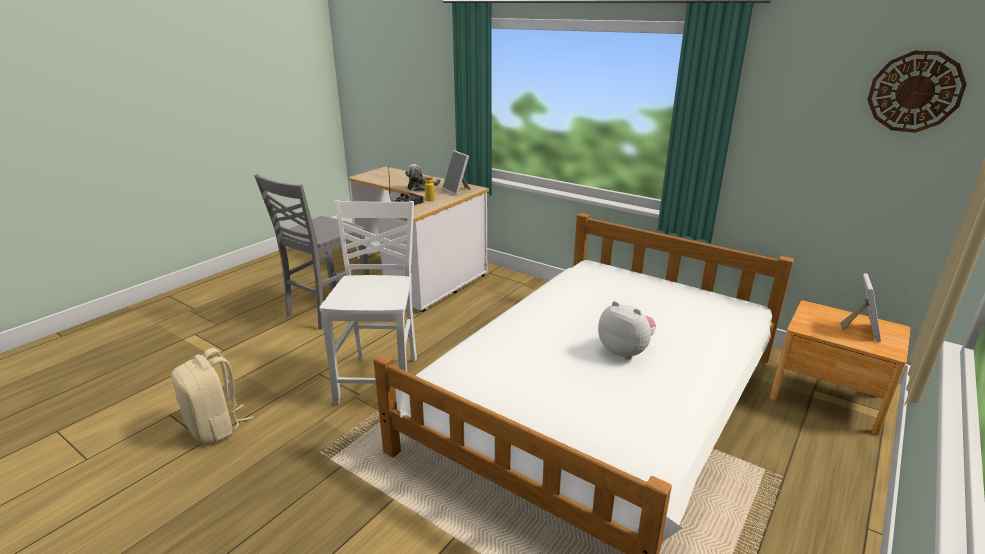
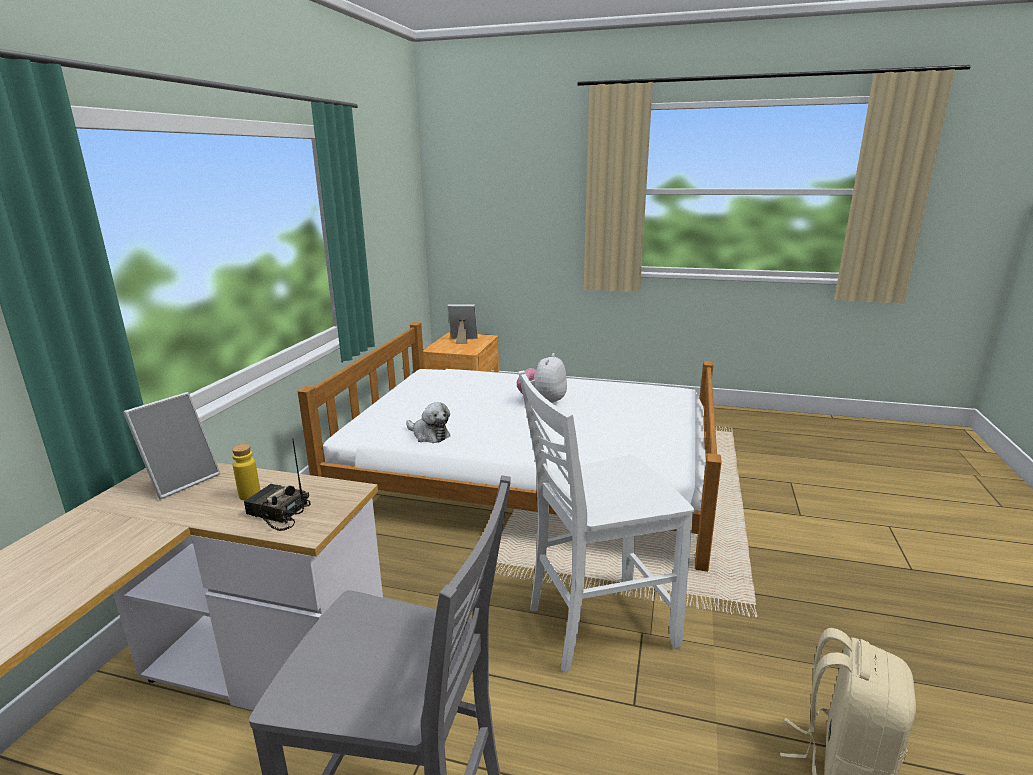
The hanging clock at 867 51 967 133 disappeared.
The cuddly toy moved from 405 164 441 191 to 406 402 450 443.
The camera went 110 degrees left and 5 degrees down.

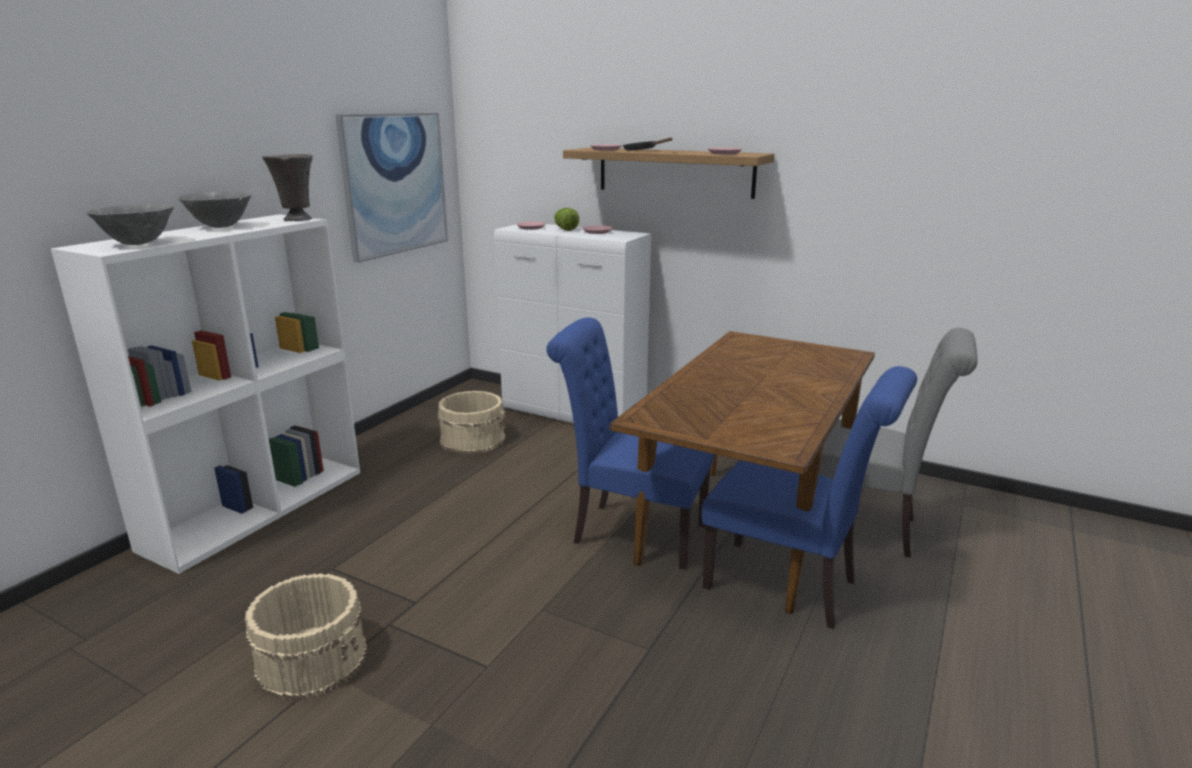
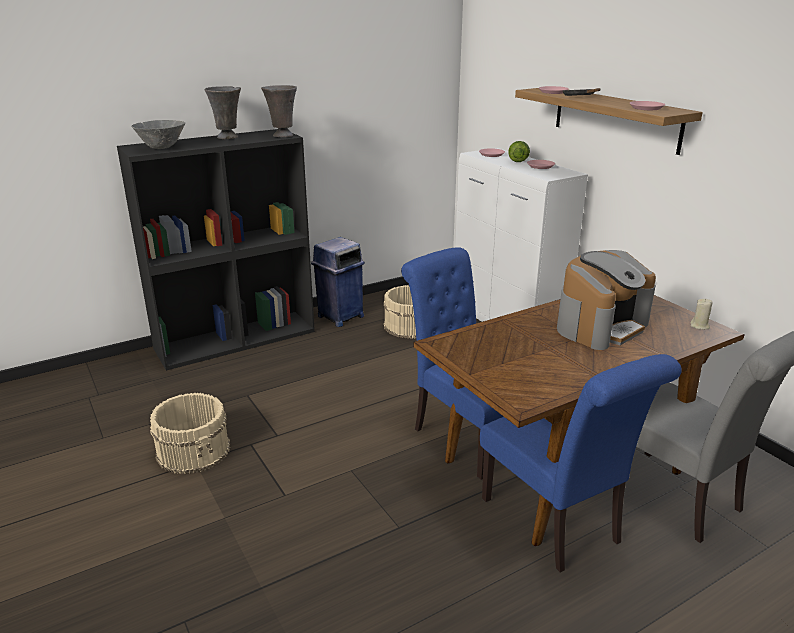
The wall picture at 335 113 448 263 disappeared.
The gray bowl at 178 192 252 228 was replaced by the gray vase at 204 86 241 139.
The white shelving unit at 51 214 360 574 became the black-coloured shelving unit at 117 129 315 371.
The bluish trash can at 311 237 365 327 appeared.
The coffee machine at 557 250 656 350 appeared.
The beige-coloured wax light at 691 299 712 330 appeared.
The camera went 30 degrees right and 5 degrees up.

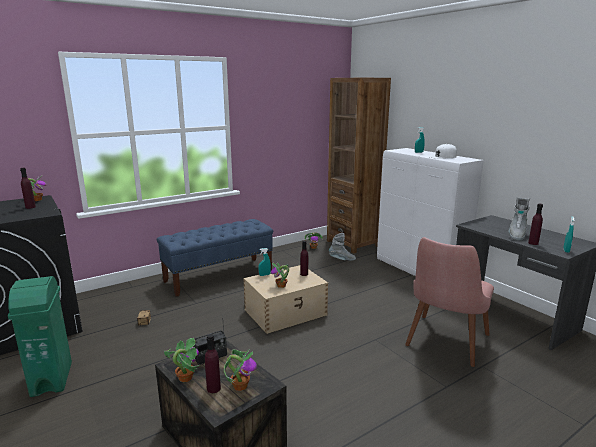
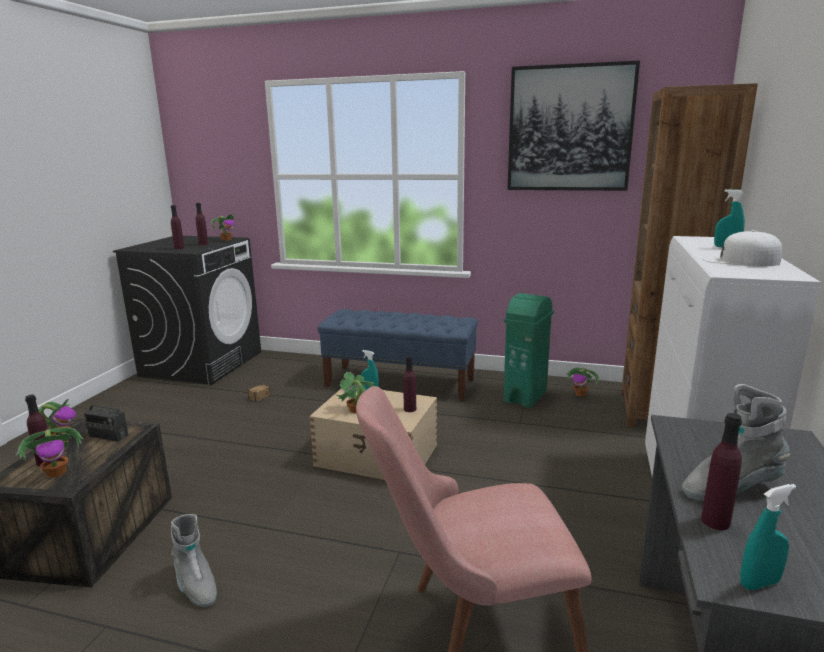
The gray tall boot moved from 329 233 356 261 to 171 514 217 607.
The greenish trash can moved from 8 276 72 397 to 503 293 554 408.
The wall picture at 507 61 640 191 appeared.
The purplish beverage bottle at 171 205 184 249 appeared.
The camera went 50 degrees right and 0 degrees up.

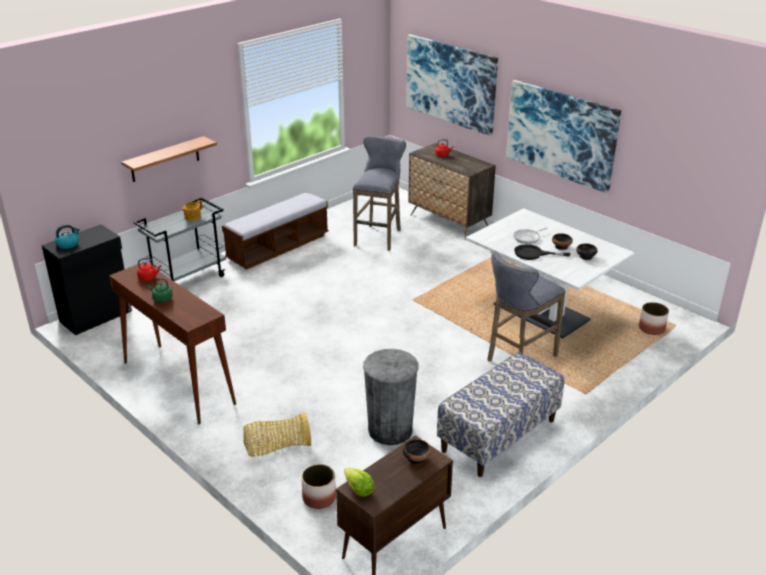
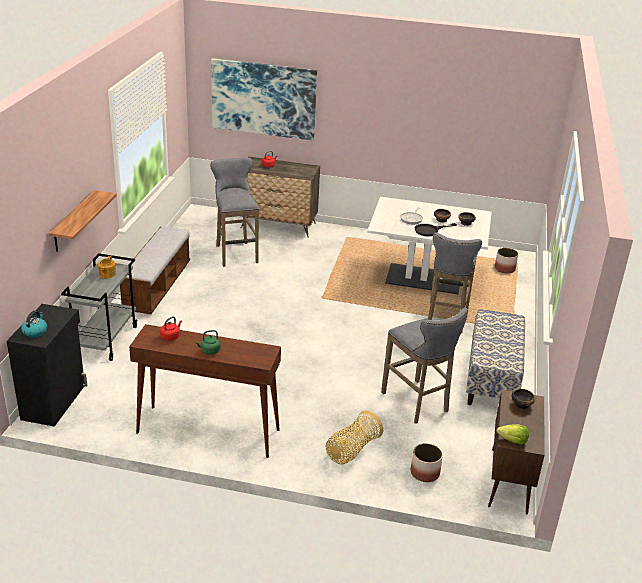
The wall picture at 506 80 621 193 disappeared.
The gray trash can at 363 349 419 445 was replaced by the gray stool seat at 381 308 468 424.
The camera went 35 degrees left and 0 degrees up.

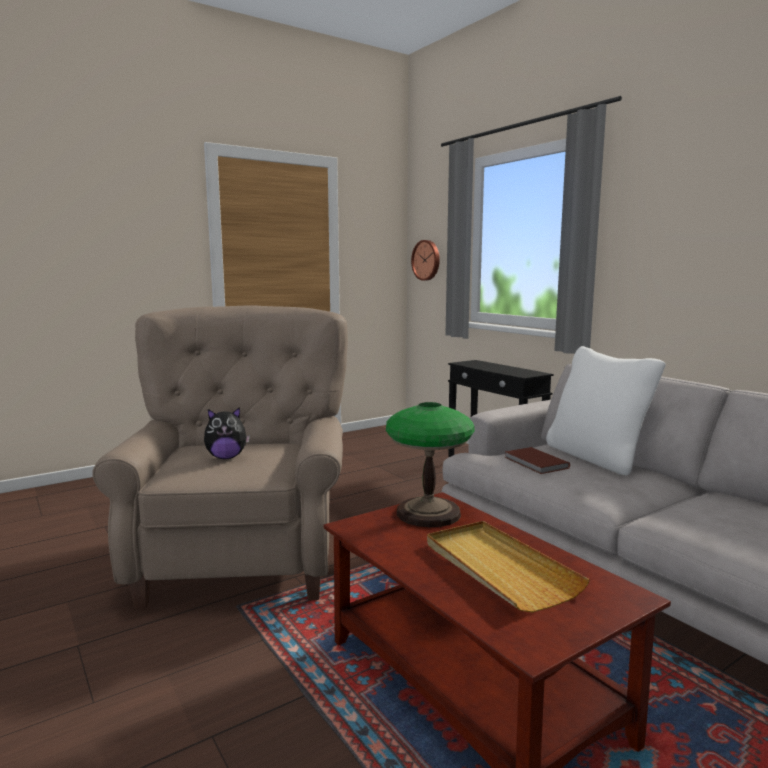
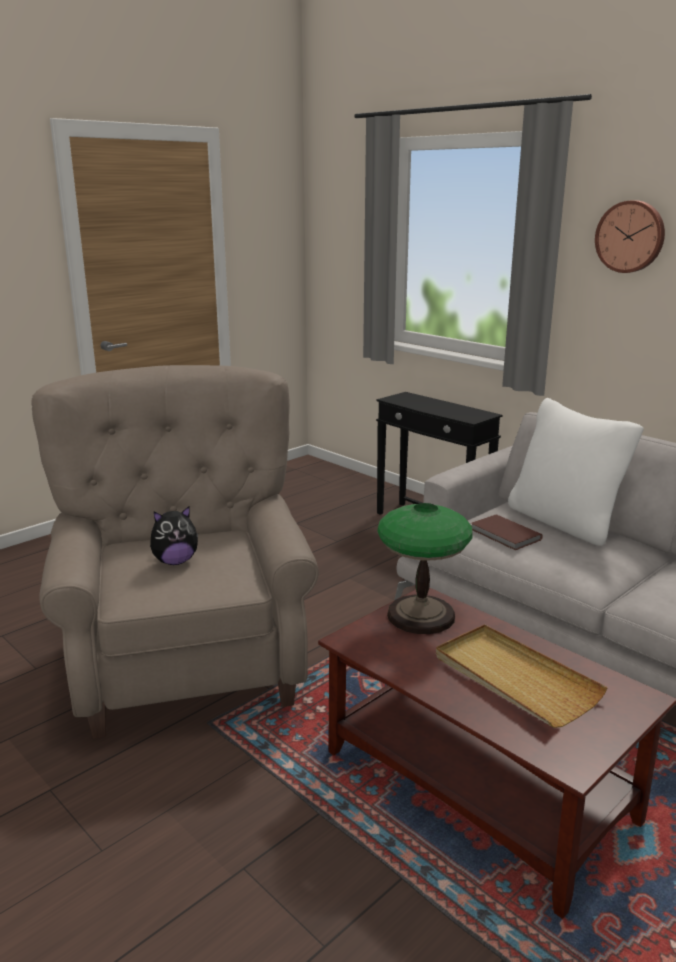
The hanging clock moved from 411 240 440 281 to 595 200 665 273.
The camera went 10 degrees left and 10 degrees up.

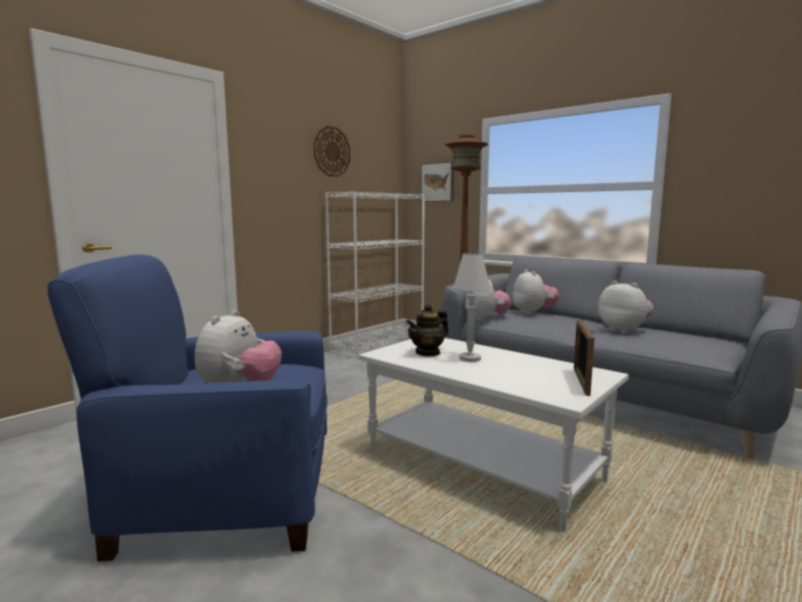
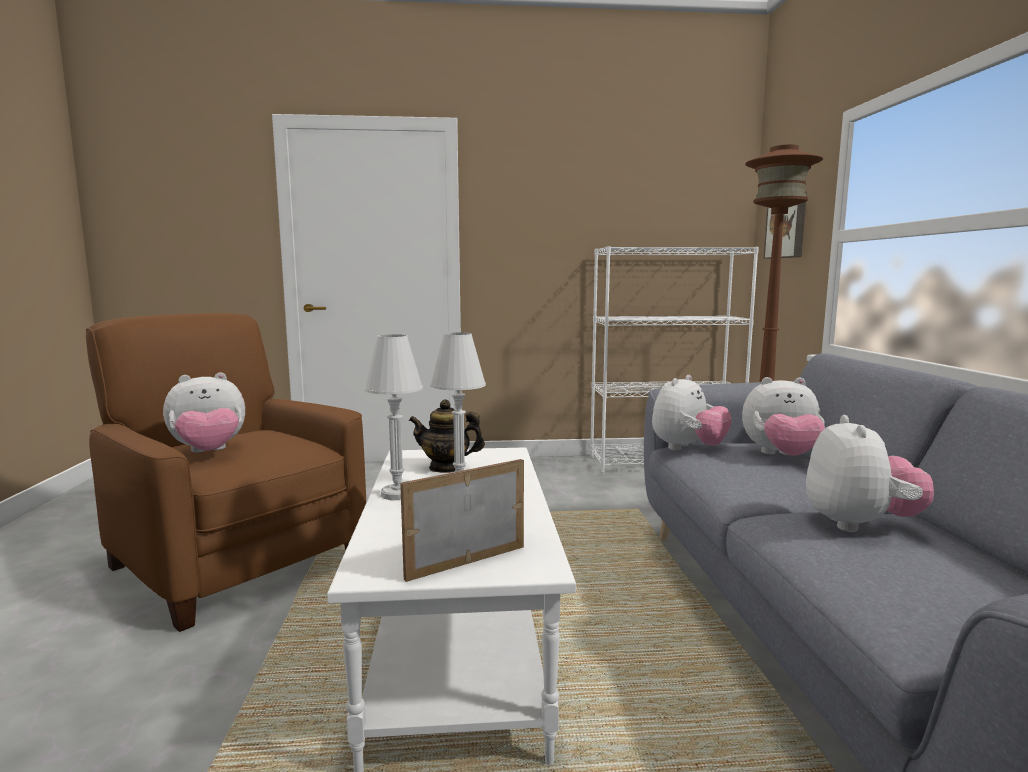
The hanging clock at 314 126 350 177 disappeared.
The bluish easy chair at 47 254 327 562 became the brownish easy chair at 86 313 366 632.
The cuddly toy at 513 269 559 315 turned 60 degrees clockwise.
The white table lamp at 364 334 423 500 appeared.
The camera went 45 degrees right and 0 degrees up.

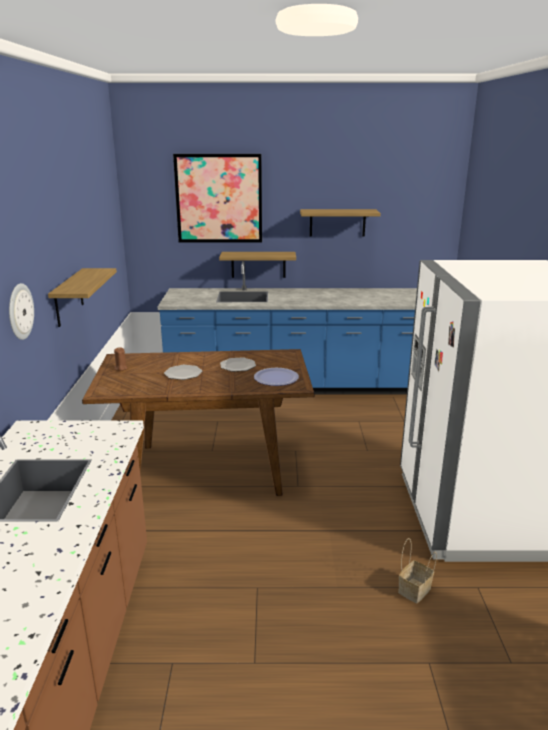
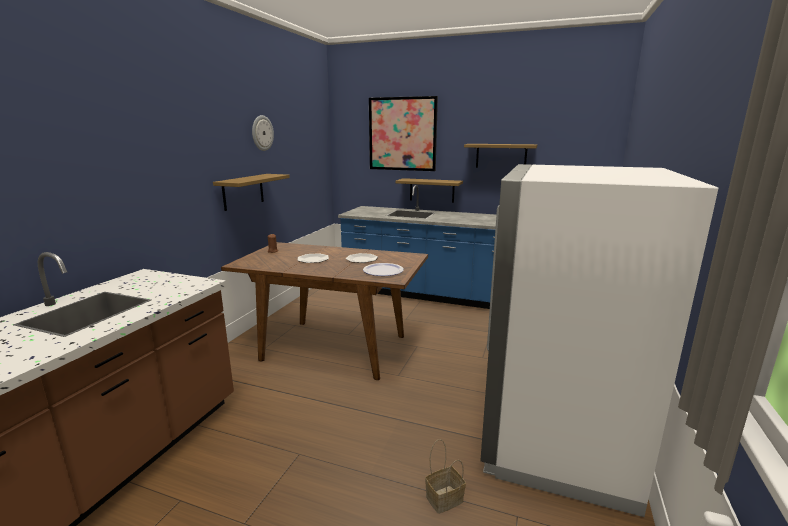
The hanging clock moved from 9 283 34 340 to 252 115 274 151.
The camera went 20 degrees right and 5 degrees down.

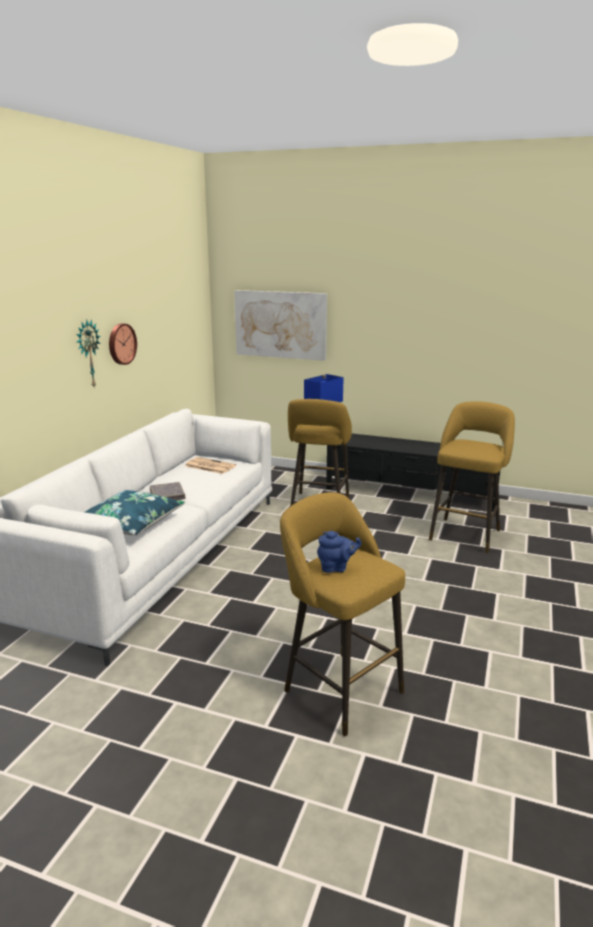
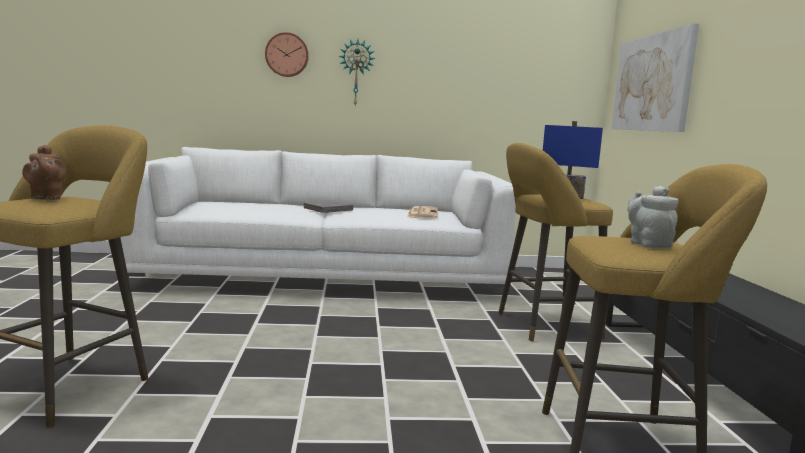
The hanging clock moved from 109 323 137 365 to 265 32 309 77.
The bluish pillow at 85 490 185 536 disappeared.
The bluish tea pot at 317 531 362 573 became the brownish tea pot at 22 145 66 200.
The gray tea pot at 627 186 678 248 appeared.
The camera went 65 degrees right and 10 degrees down.

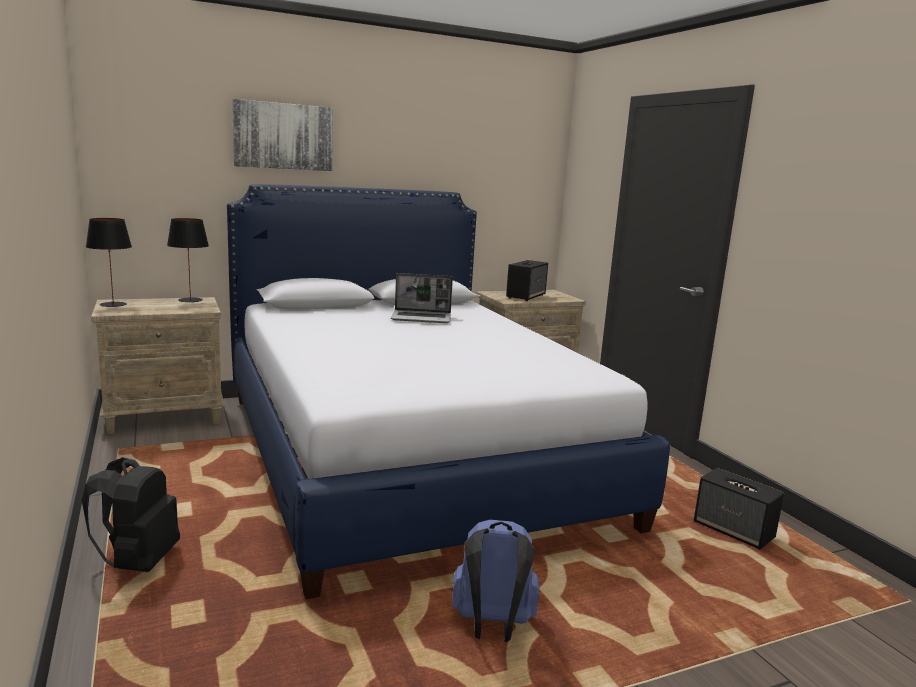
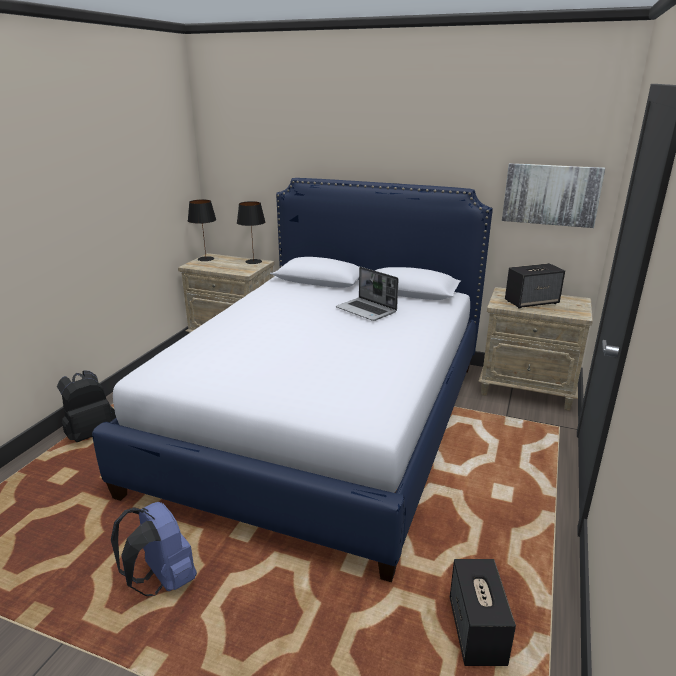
The wall picture moved from 232 99 333 171 to 502 163 605 228.
The camera went 45 degrees right and 10 degrees up.

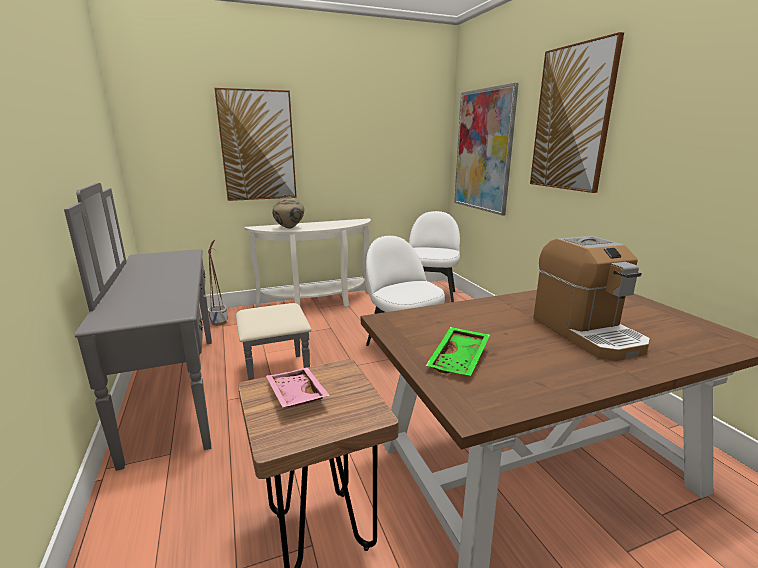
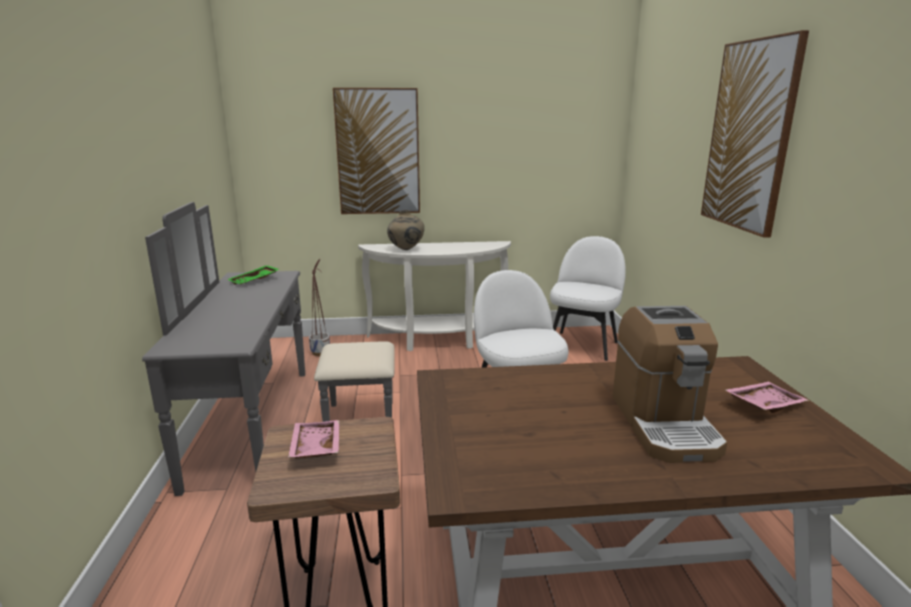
The wall picture at 454 83 518 216 disappeared.
The greenish carrying tray moved from 426 327 490 376 to 227 265 280 285.
The pink-coloured carrying tray at 725 382 810 413 appeared.
The camera went 15 degrees right and 0 degrees up.

